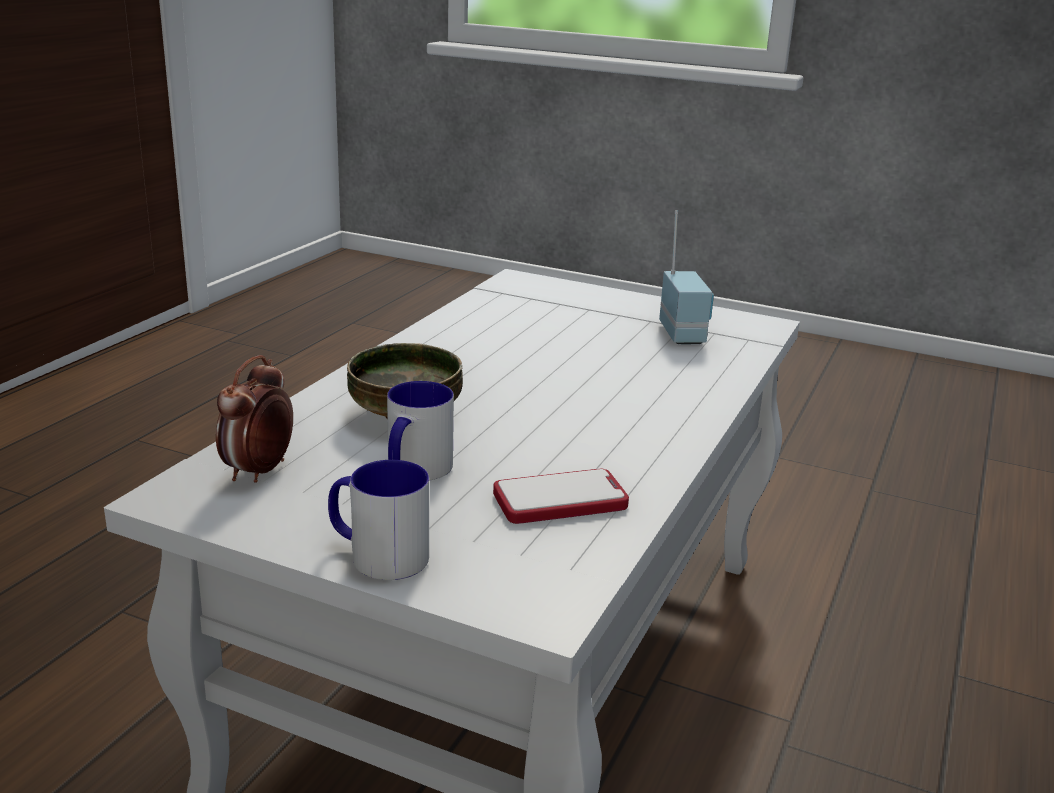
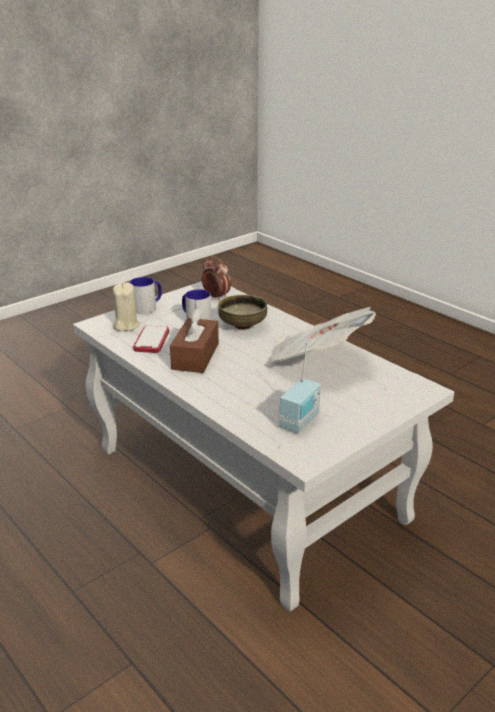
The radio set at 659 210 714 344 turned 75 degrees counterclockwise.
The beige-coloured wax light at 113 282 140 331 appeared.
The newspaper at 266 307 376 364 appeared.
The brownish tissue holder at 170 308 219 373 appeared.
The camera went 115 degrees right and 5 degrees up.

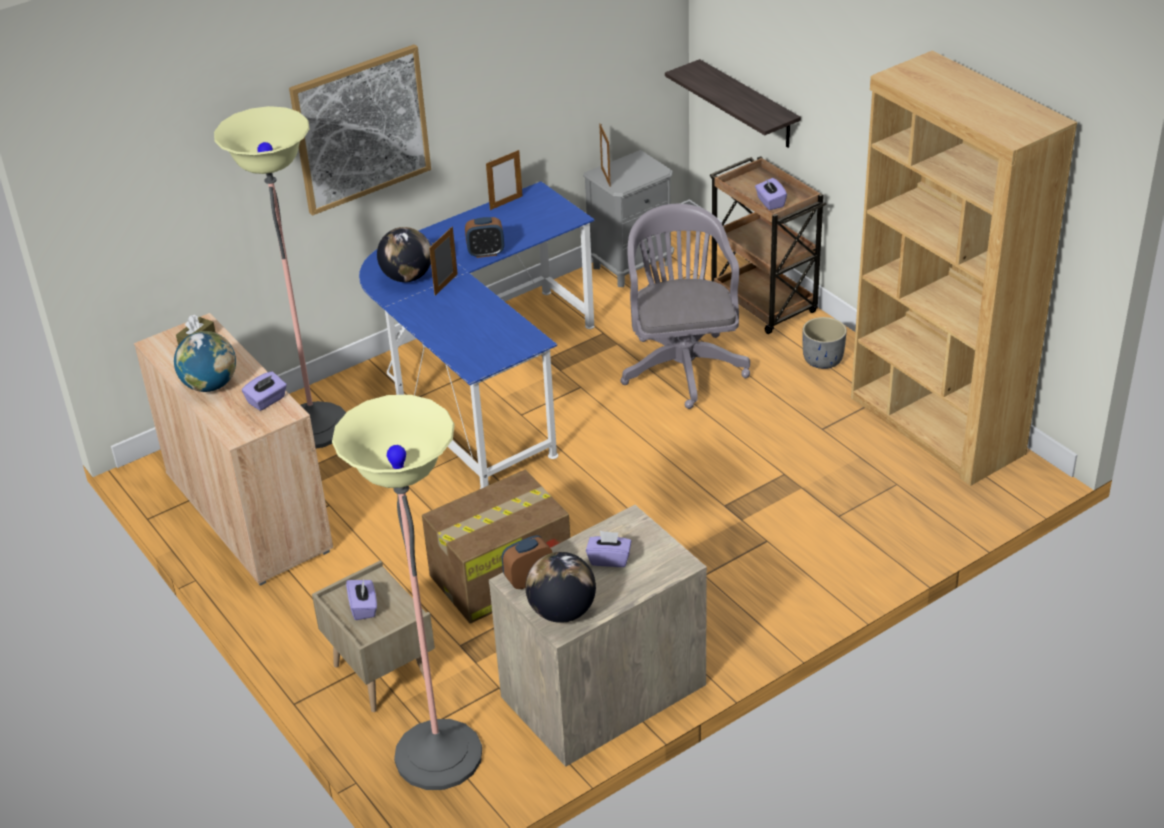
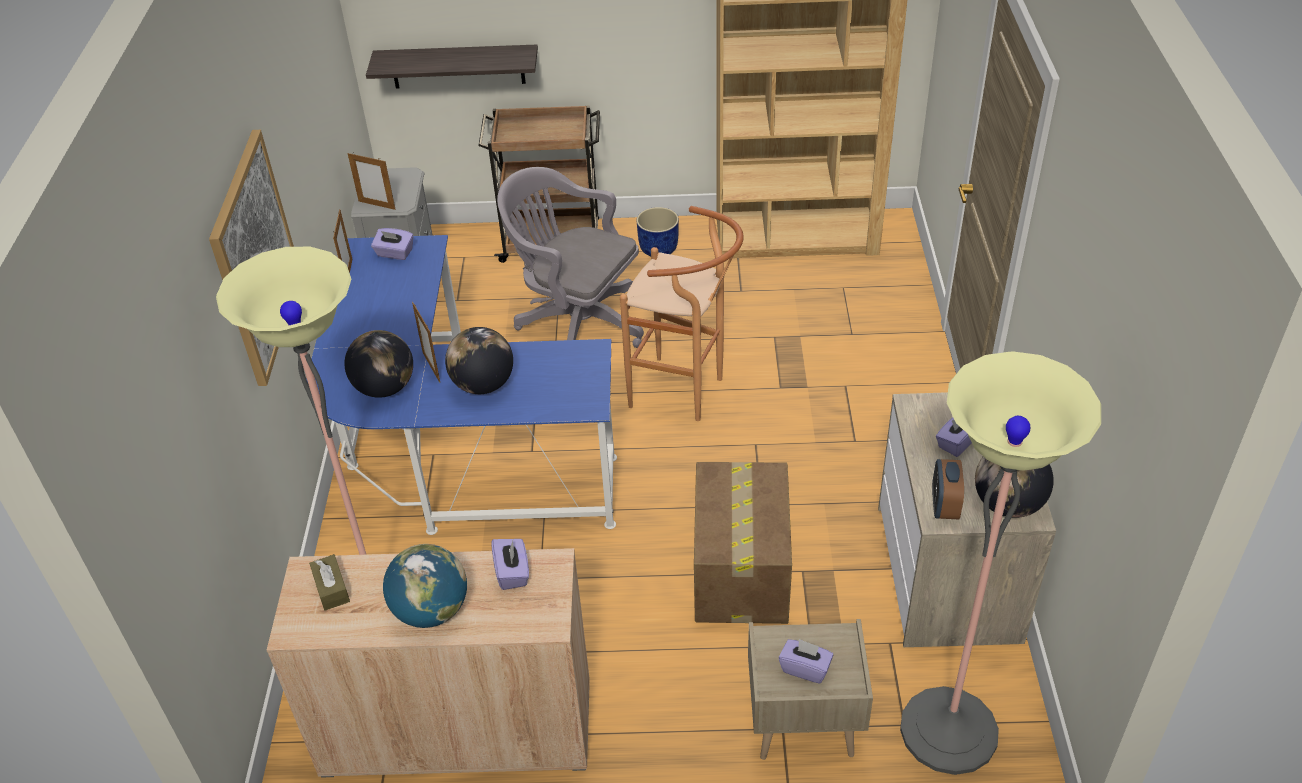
The purplish tissue holder moved from 755 178 787 210 to 371 228 413 260.
The alarm clock at 465 217 504 258 disappeared.
The gray flower pot at 803 317 847 369 became the bluish flower pot at 636 207 679 256.
The brownish stool seat at 620 206 744 421 appeared.
The globe at 445 327 513 394 appeared.
The camera went 55 degrees left and 5 degrees up.

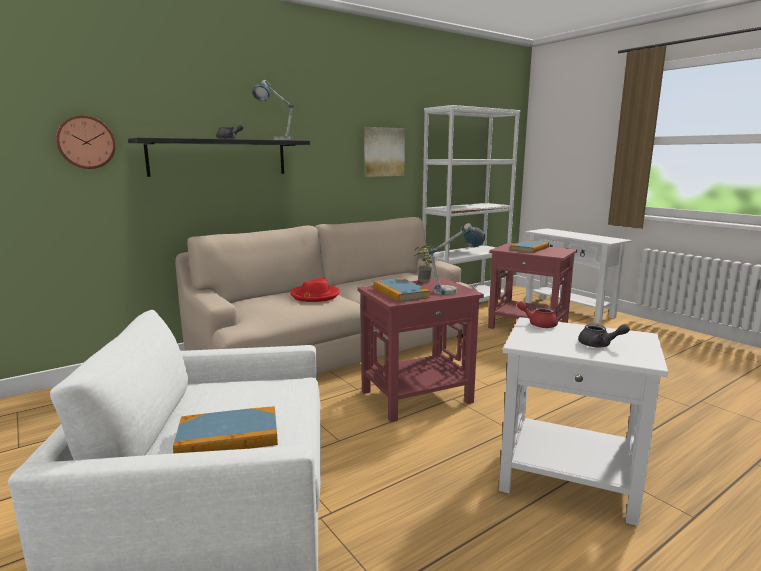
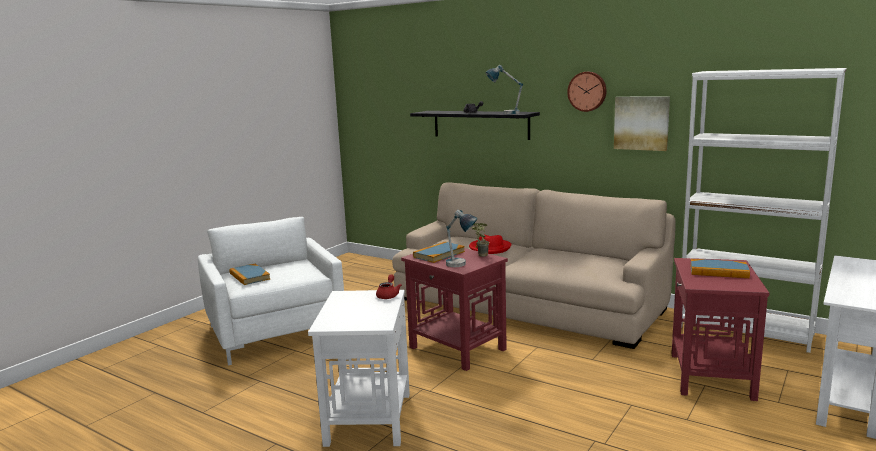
The hanging clock moved from 56 115 116 169 to 567 72 607 112.
The gray tea pot at 578 324 630 347 disappeared.
The camera went 70 degrees right and 0 degrees up.

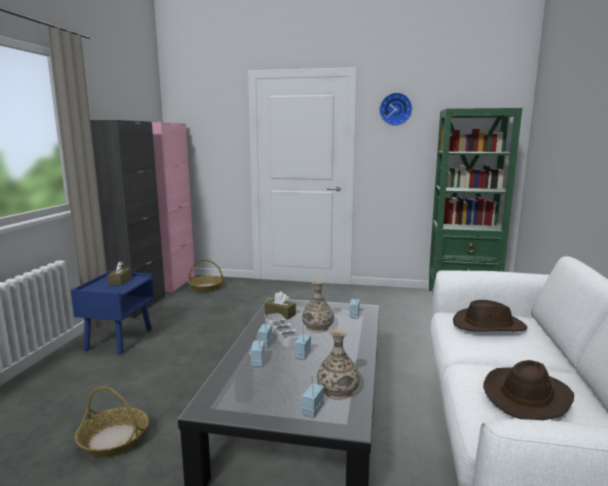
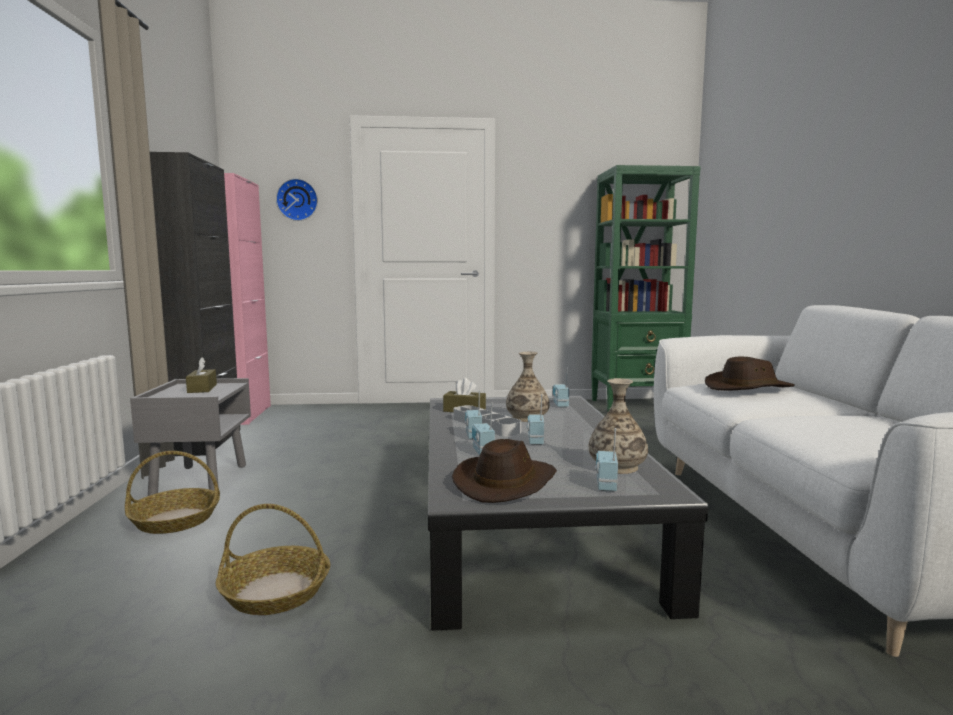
The hanging clock moved from 379 92 412 126 to 276 178 318 221.
The household basket moved from 188 259 223 292 to 125 451 220 534.
The bluish bedside table at 71 271 154 354 became the gray bedside table at 130 378 251 496.
The brownish clothing hat moved from 483 360 574 420 to 452 439 557 503.
The camera went 15 degrees left and 5 degrees down.

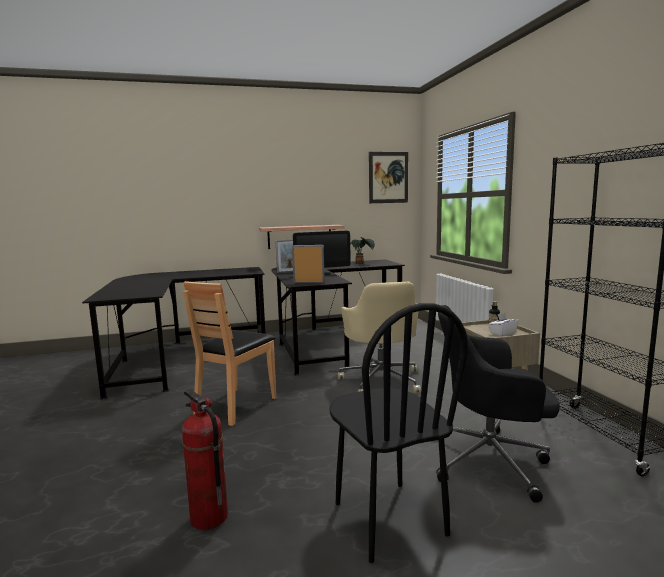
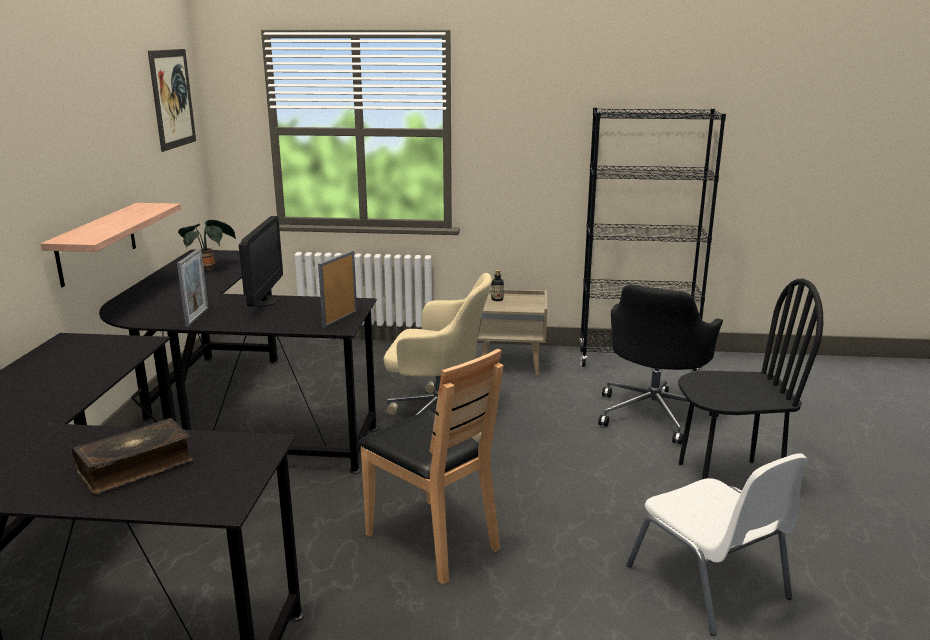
The white tissue holder at 488 312 519 336 disappeared.
The extinguisher at 182 388 228 530 was replaced by the white upright chair at 627 453 808 636.
The book at 72 418 193 494 appeared.
The camera went 70 degrees left and 10 degrees up.

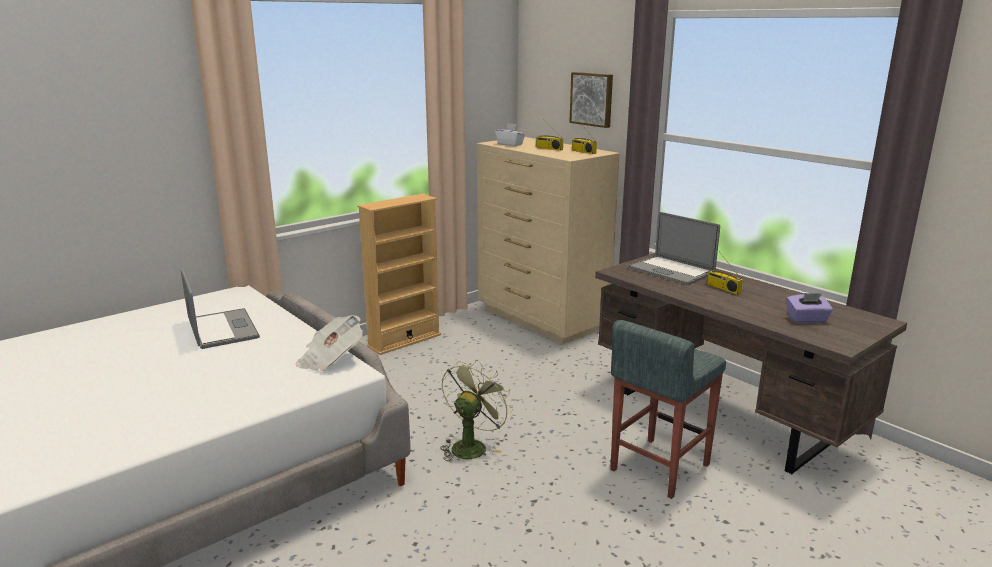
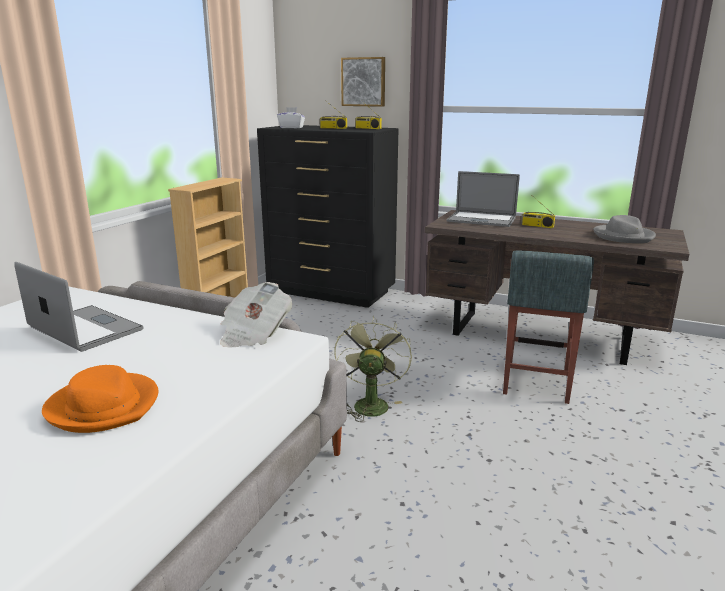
The beige-coloured dresser at 477 137 620 344 became the black-coloured dresser at 257 125 398 308.
The purplish tissue holder at 786 293 833 323 was replaced by the gray clothing hat at 594 215 656 243.
The orange-coloured clothing hat at 42 365 158 433 appeared.
The camera went 25 degrees left and 0 degrees up.

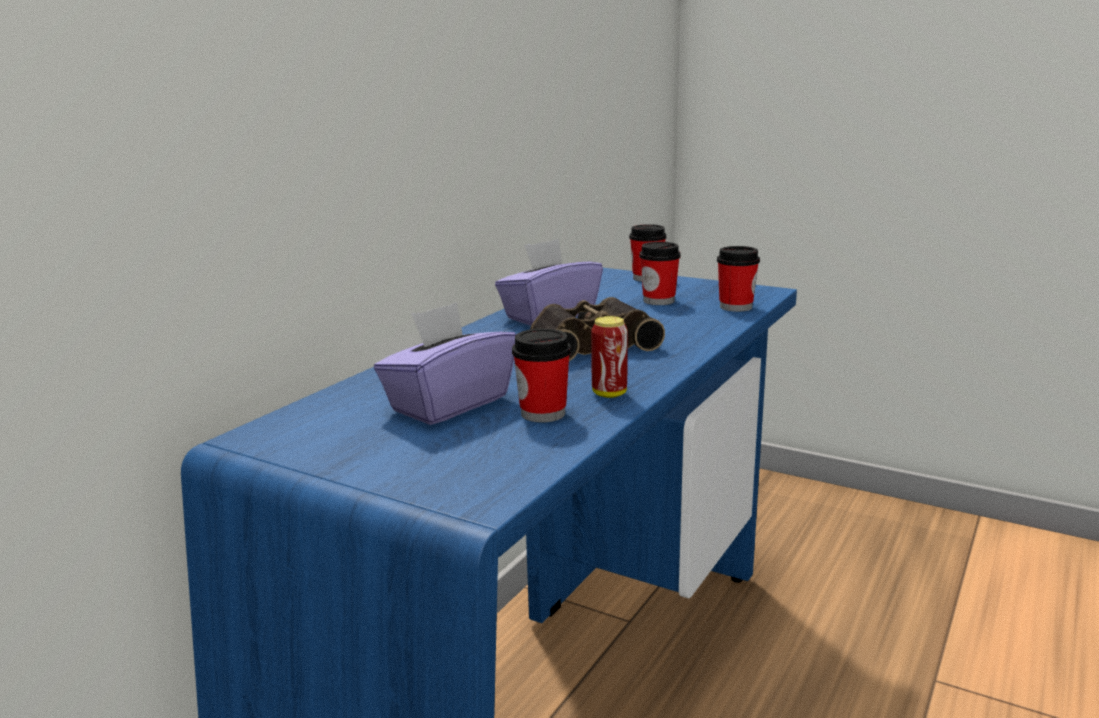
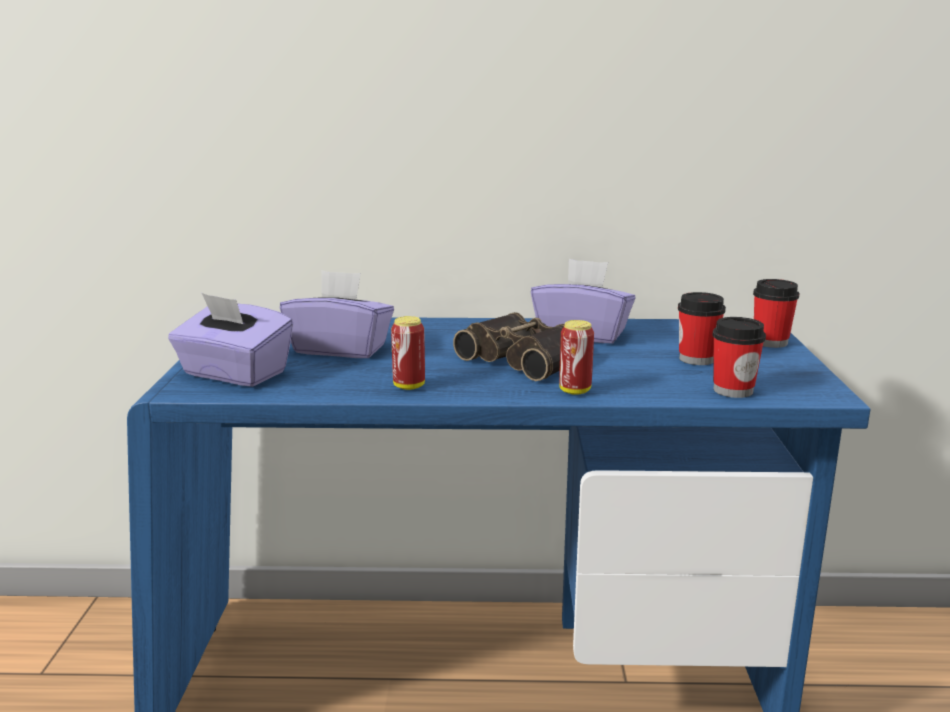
The drinking cup at 512 329 571 423 disappeared.
The purplish tissue holder at 168 293 293 387 appeared.
The sealed can at 559 320 594 395 appeared.
The camera went 60 degrees right and 0 degrees up.

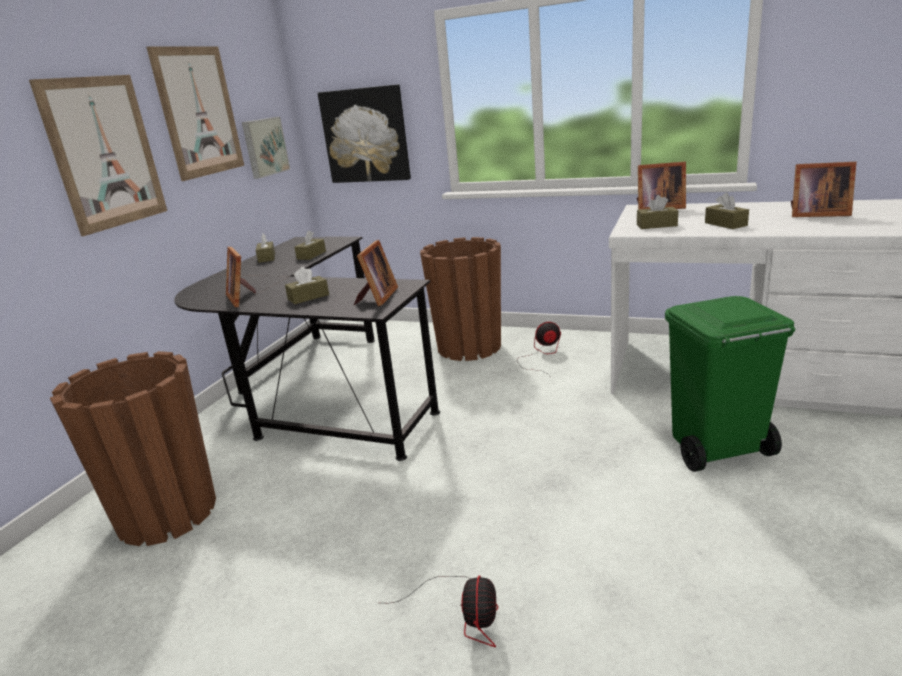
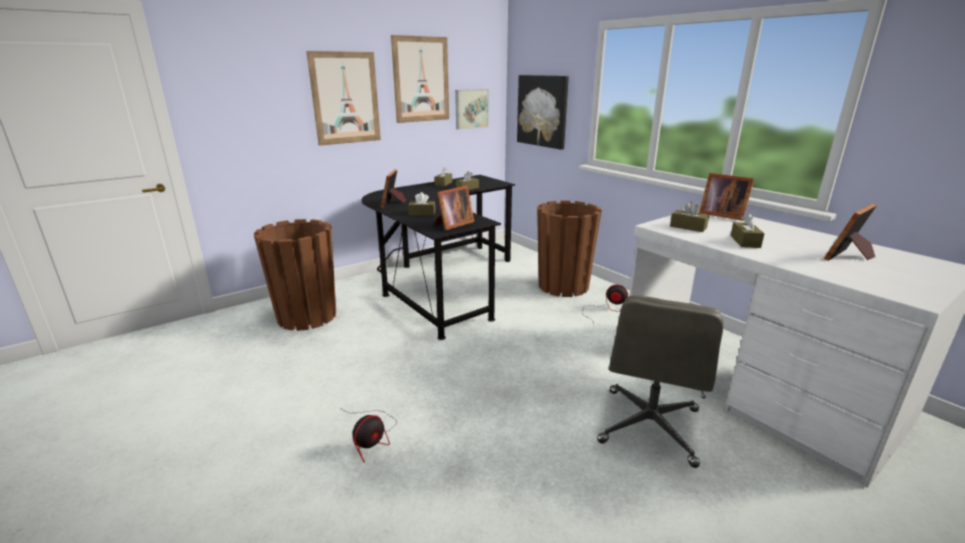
The photo frame at 791 162 856 217 turned 90 degrees clockwise.
The greenish trash can at 665 296 795 472 was replaced by the gray office chair at 597 295 724 468.
The camera went 30 degrees right and 0 degrees up.

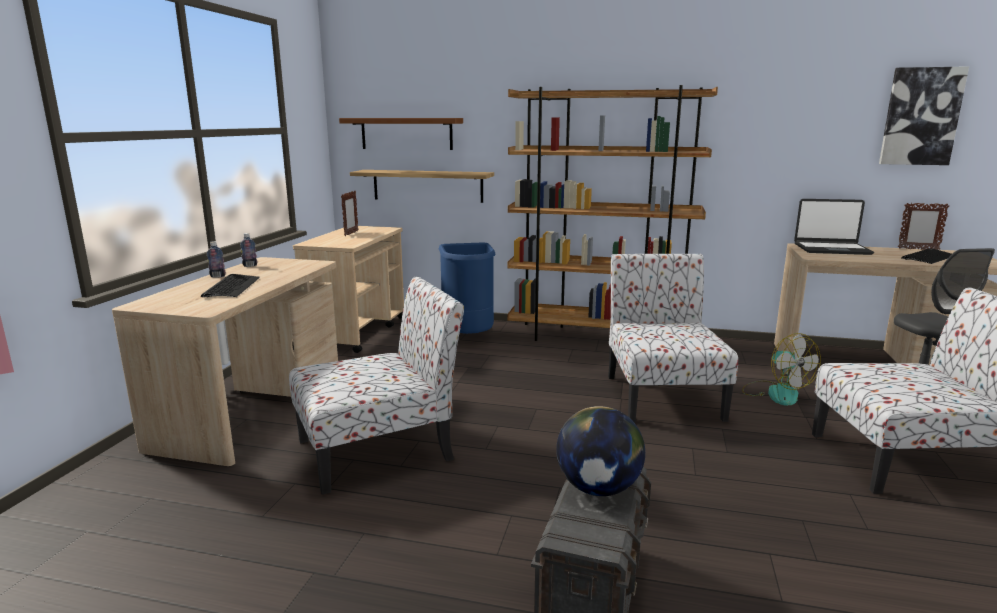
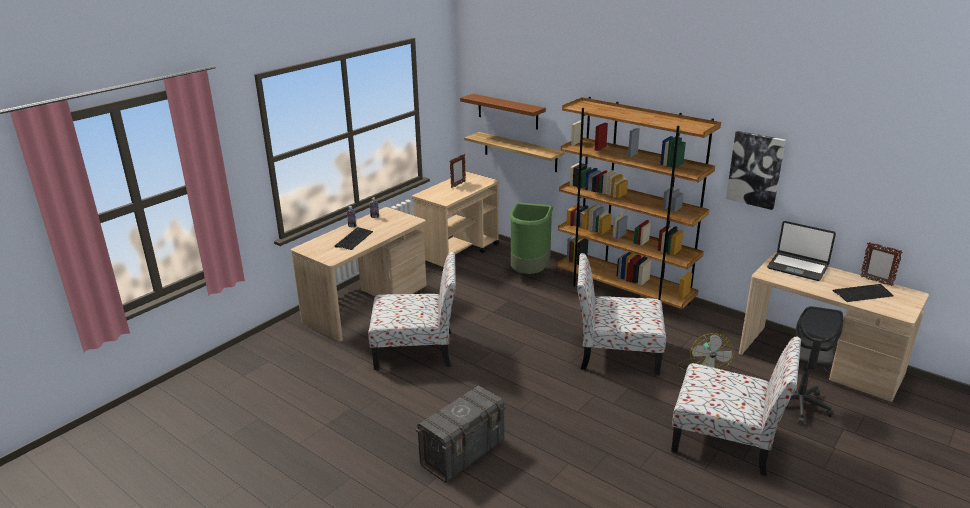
The wall picture moved from 879 66 969 165 to 726 131 786 210.
The bluish trash can at 439 242 495 334 became the greenish trash can at 509 203 553 274.
The upright chair at 608 254 738 423 turned 105 degrees counterclockwise.
The globe at 556 406 645 496 disappeared.
The camera went 25 degrees right and 10 degrees up.

